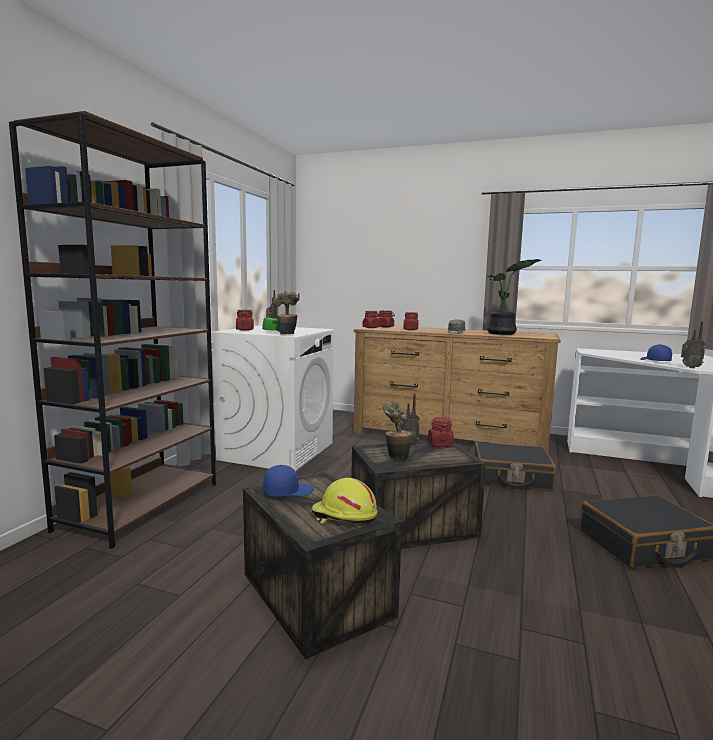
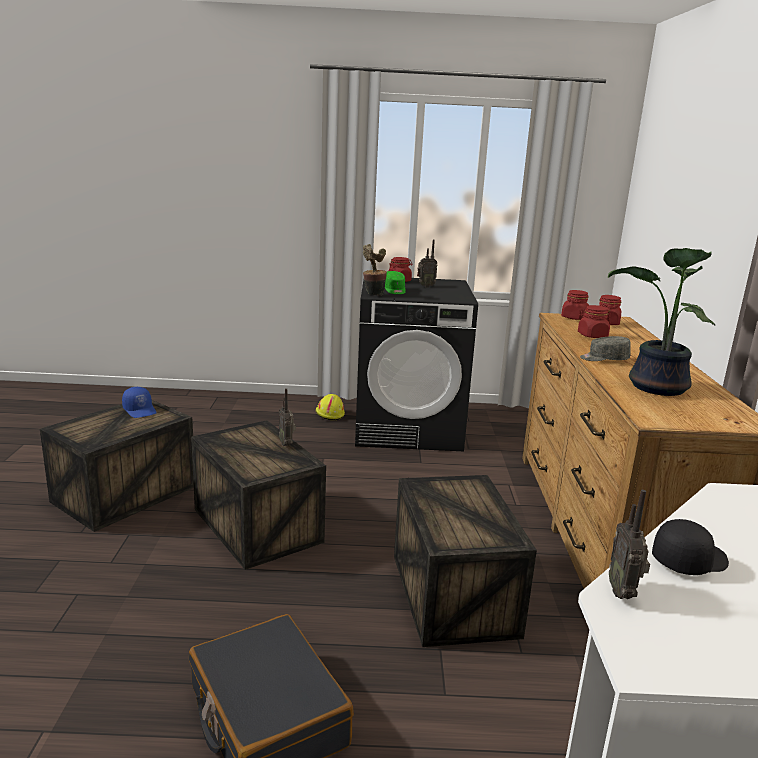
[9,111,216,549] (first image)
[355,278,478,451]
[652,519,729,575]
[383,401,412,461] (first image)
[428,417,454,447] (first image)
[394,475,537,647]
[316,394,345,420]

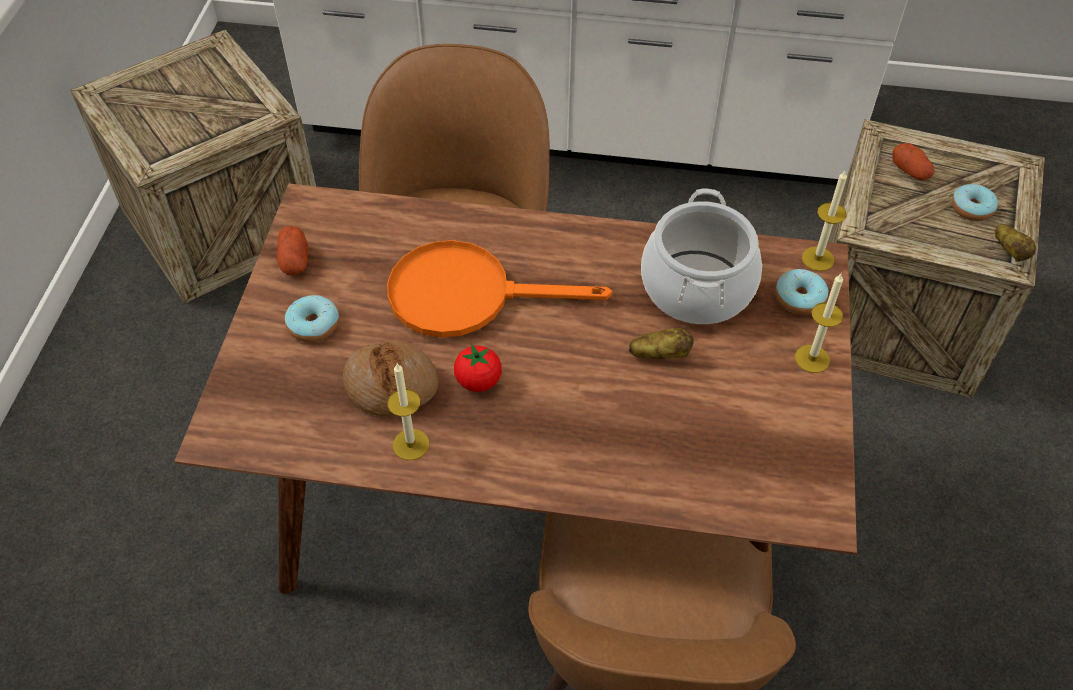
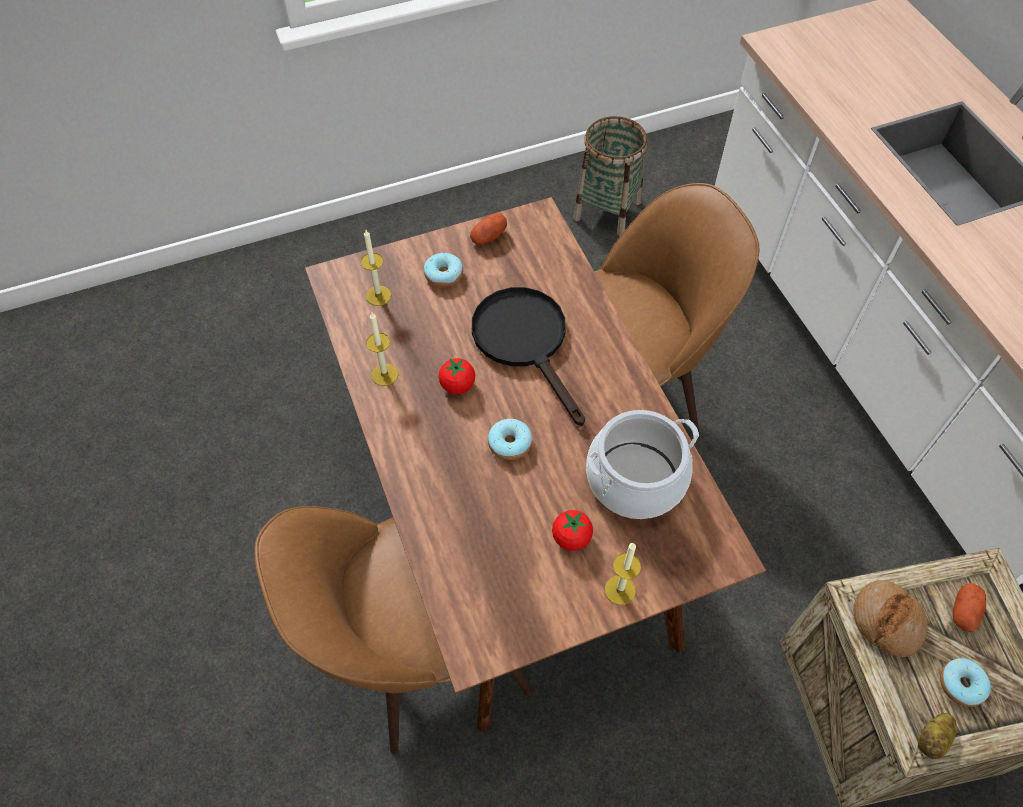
[573,116,648,236]
[361,230,391,306]
[472,287,585,426]
[488,419,532,460]
[629,328,694,359] (first image)
[853,580,928,657]
[552,510,593,551]

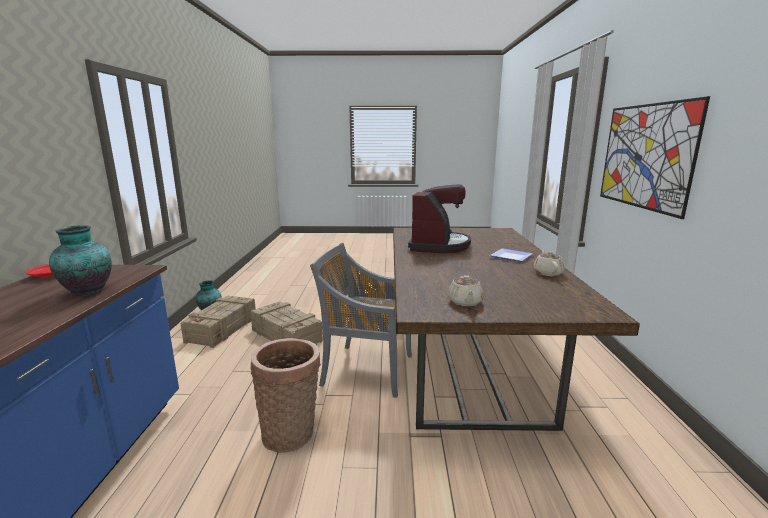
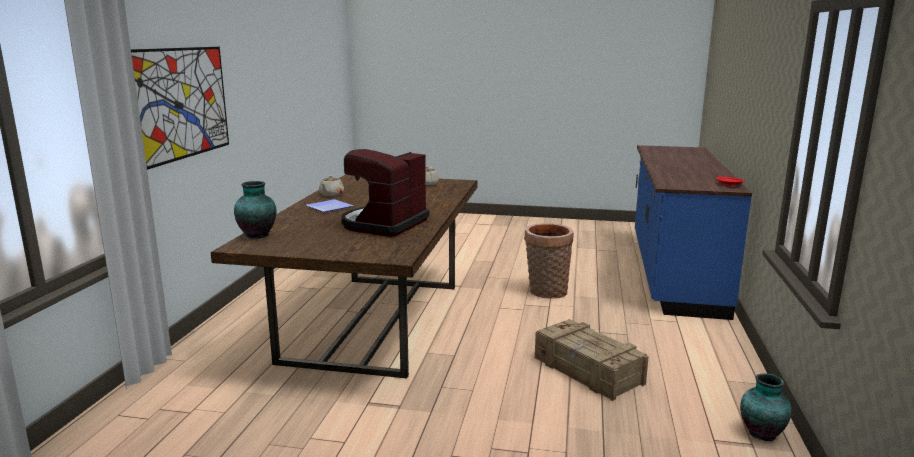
[234,181,277,239]
[310,243,412,398] (first image)
[180,296,256,348] (first image)

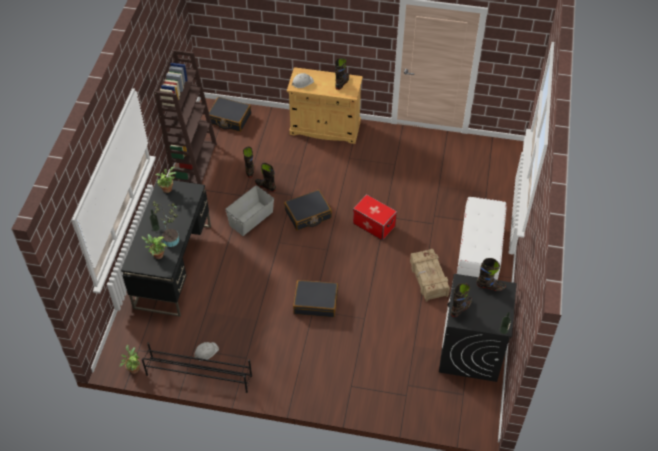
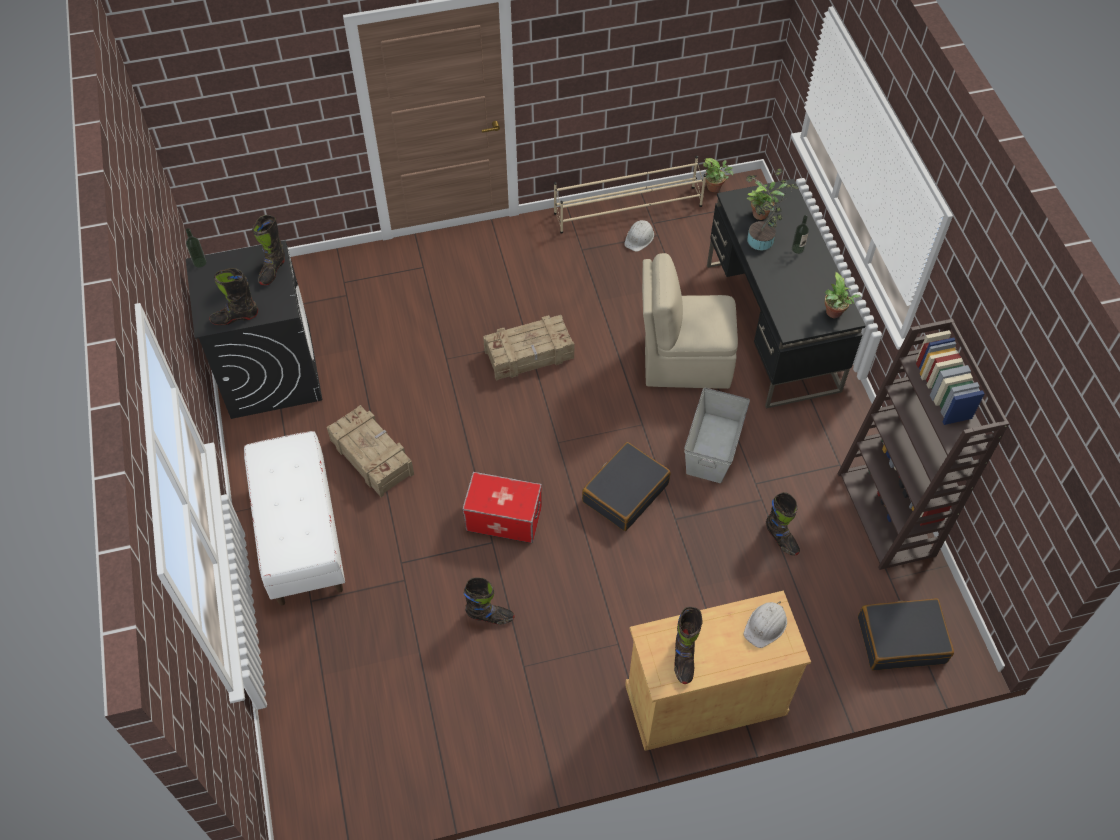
[463,578,514,625]
[483,315,574,381]
[554,156,706,234]
[642,253,738,389]

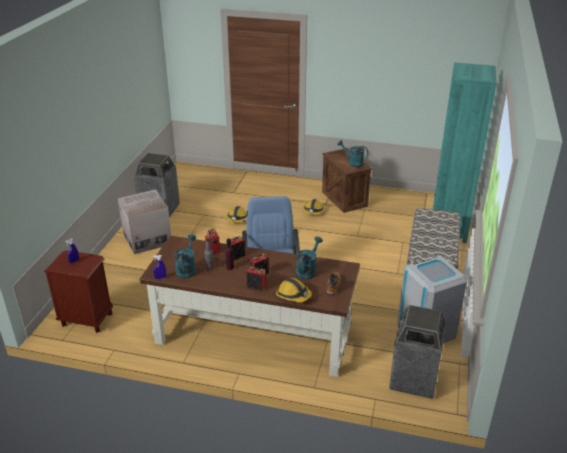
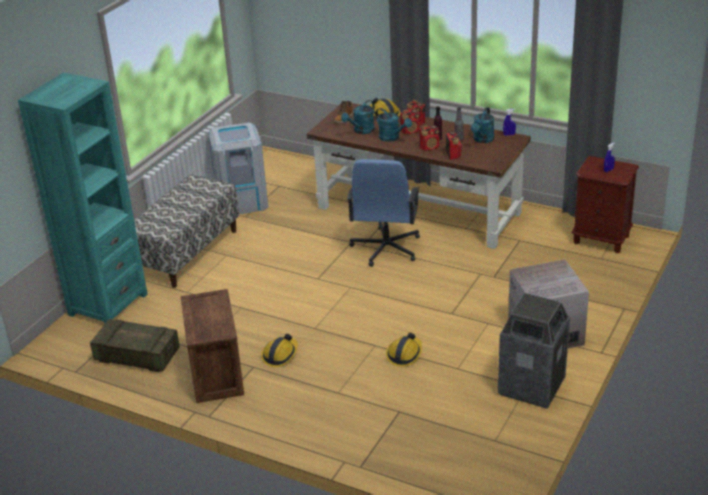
[375,108,412,142]
[389,305,446,399] (first image)
[90,319,180,372]

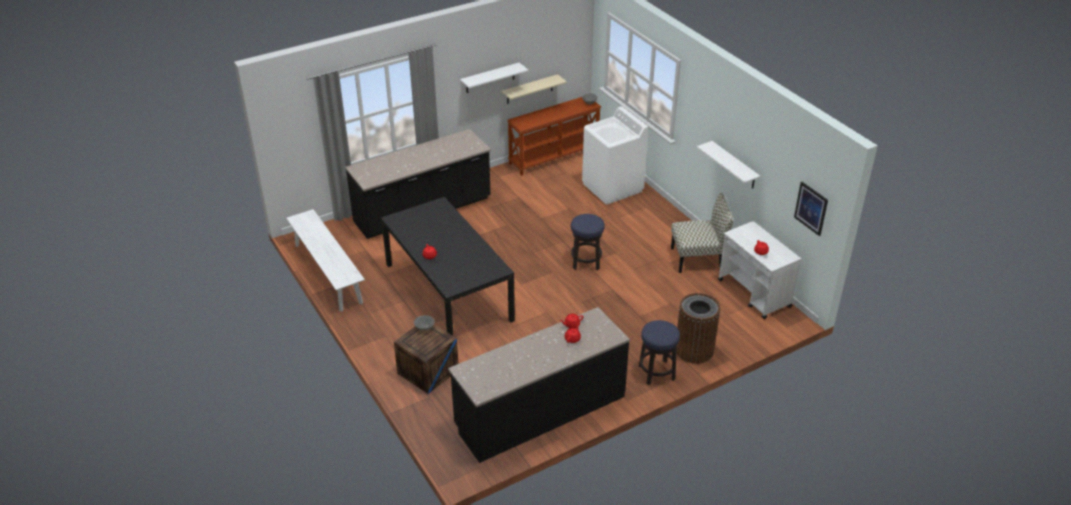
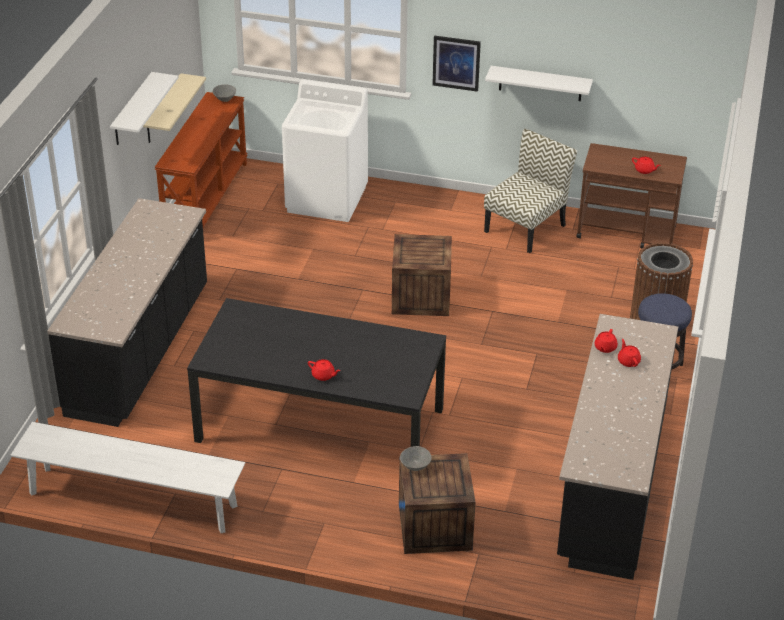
[432,35,481,92]
[392,234,452,316]
[576,143,687,248]

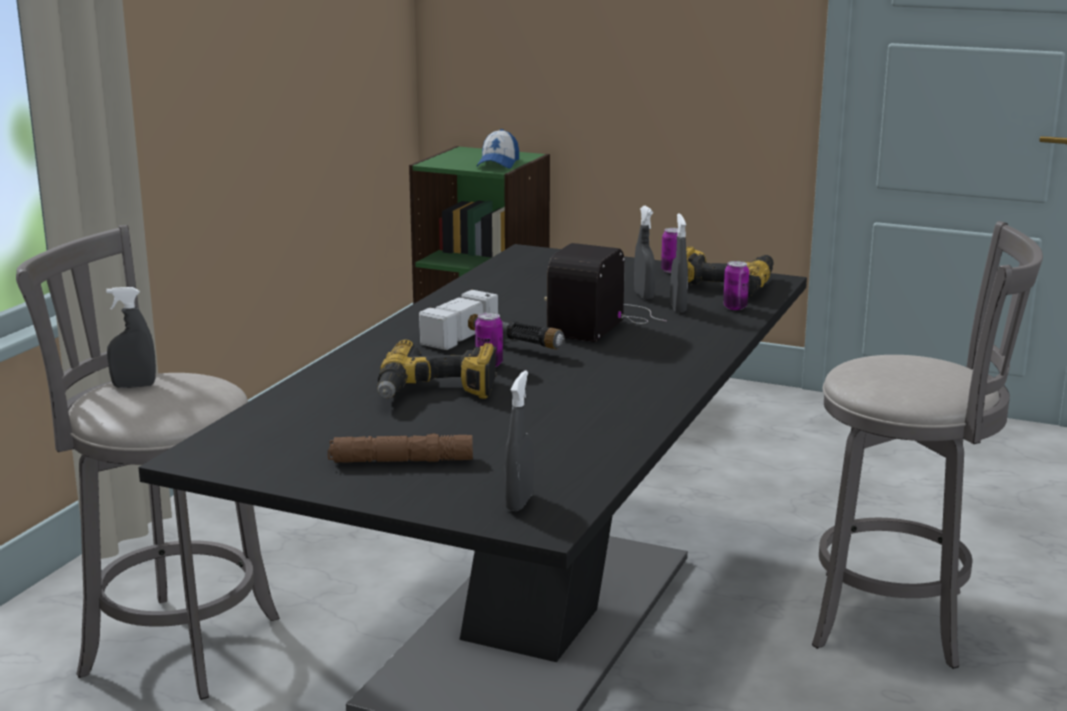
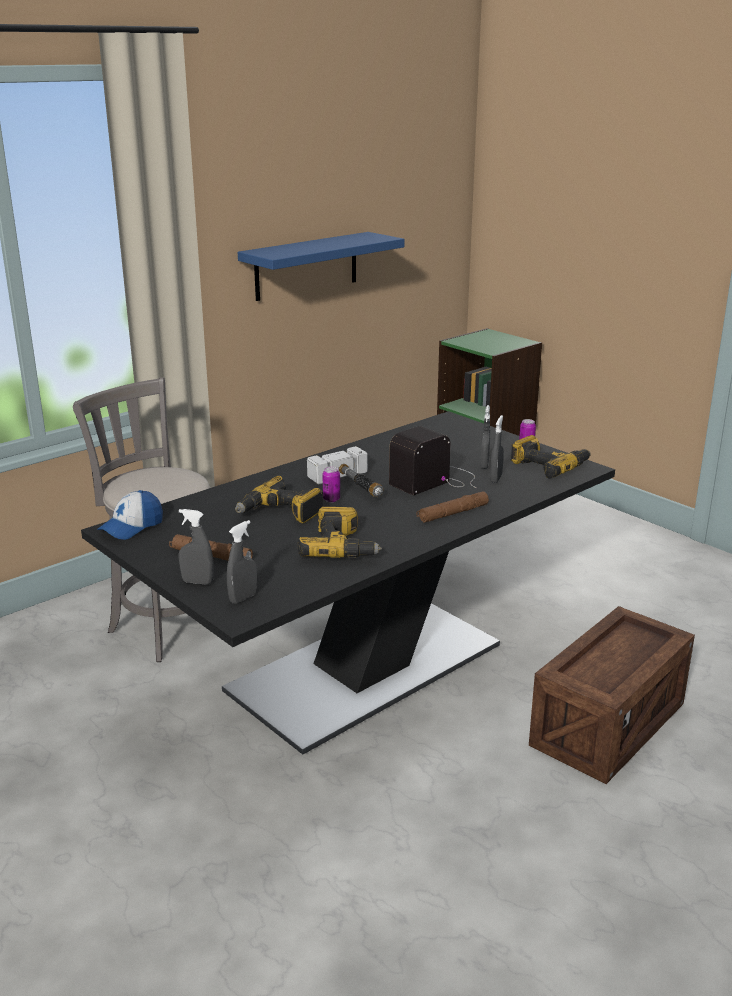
[97,490,163,540]
[529,606,695,784]
[723,261,749,310] (first image)
[179,509,214,585]
[238,232,405,301]
[416,492,489,523]
[297,507,382,558]

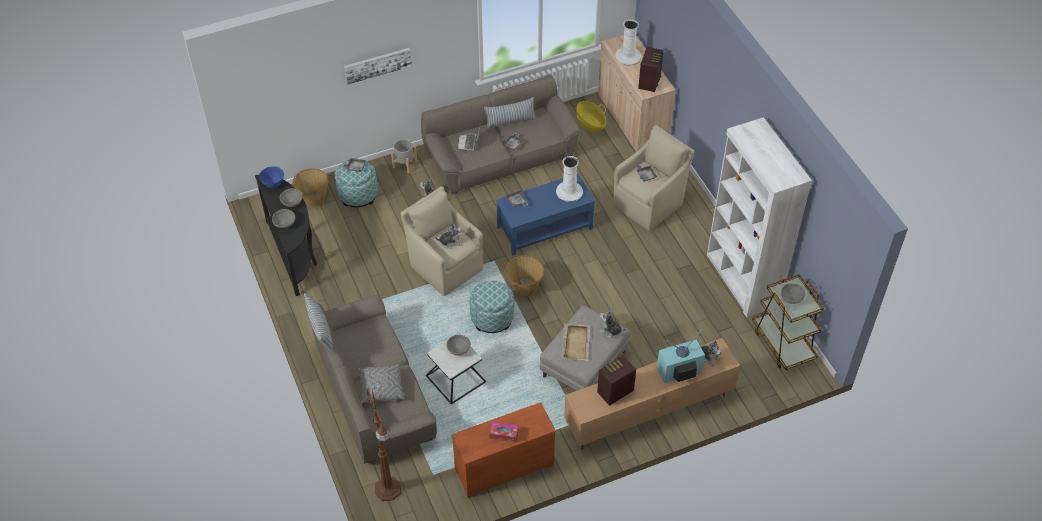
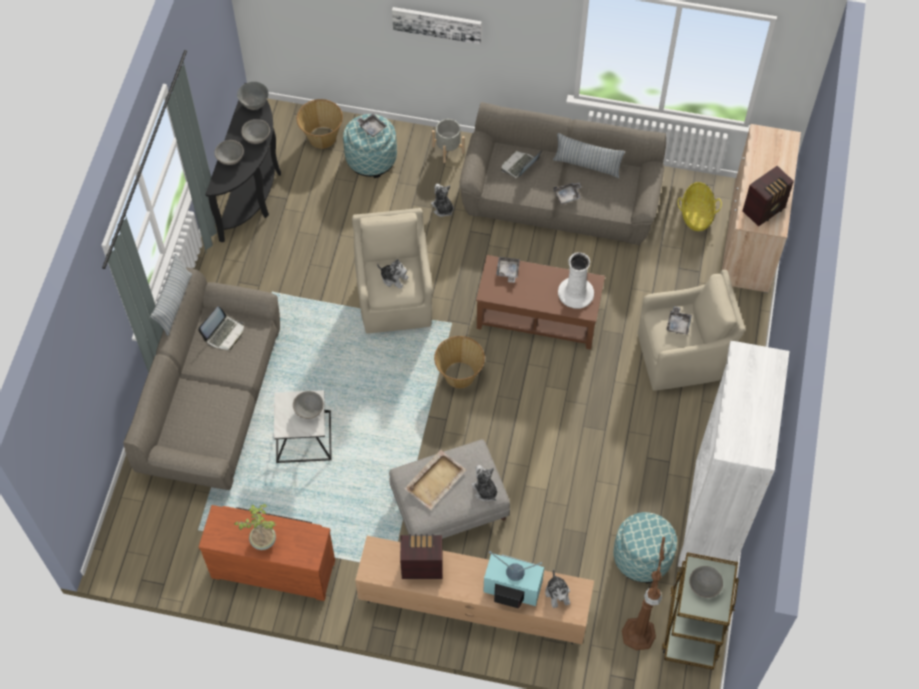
[615,19,641,65] (first image)
[237,82,269,110]
[476,255,605,350]
[613,512,677,583]
[358,363,404,404] (first image)
[622,537,665,650]
[234,504,276,550]
[198,306,244,350]

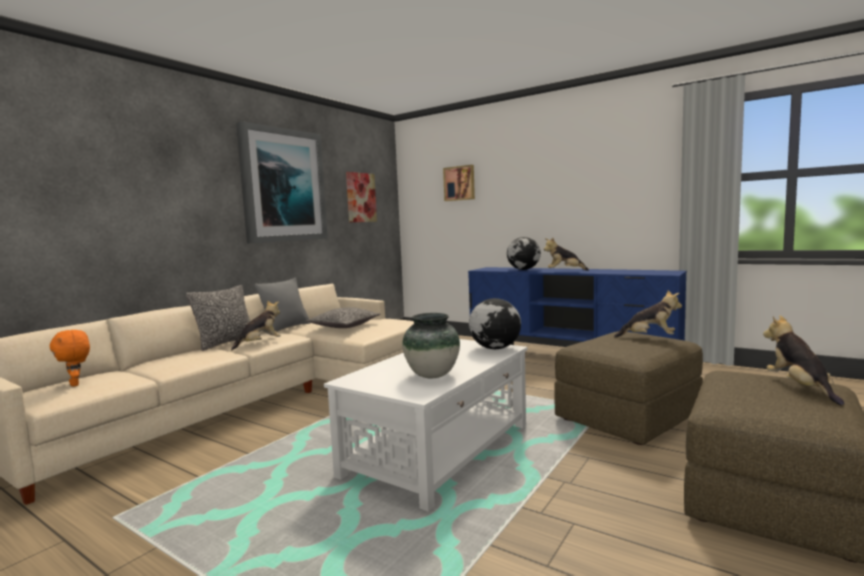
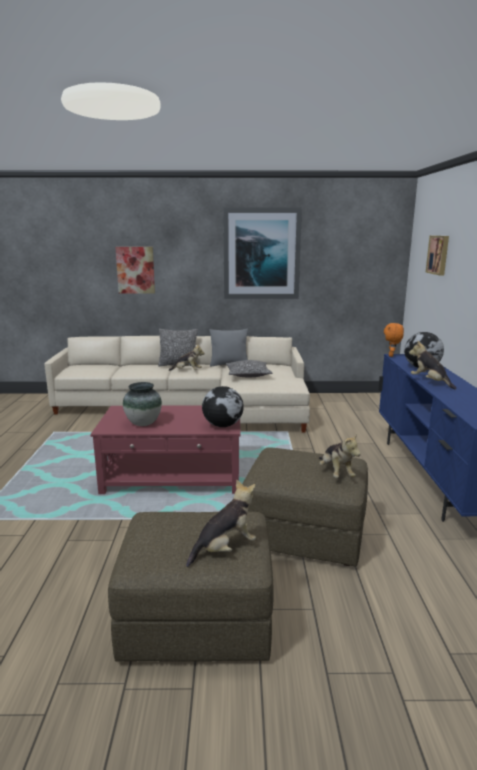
[115,247,155,294]
[384,323,404,357]
[90,406,241,494]

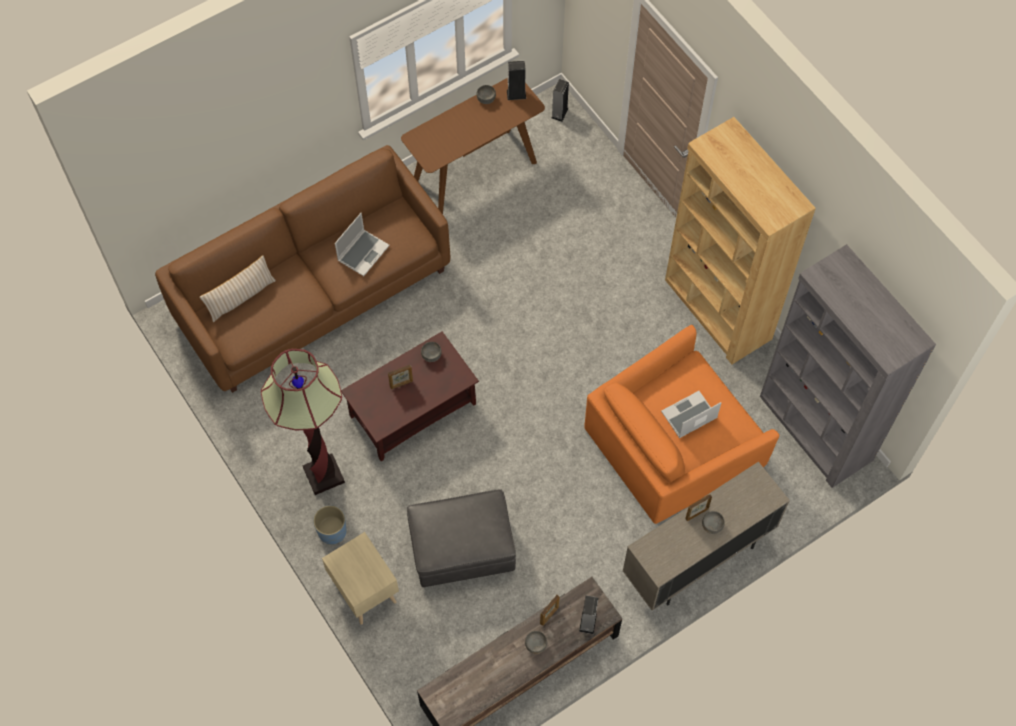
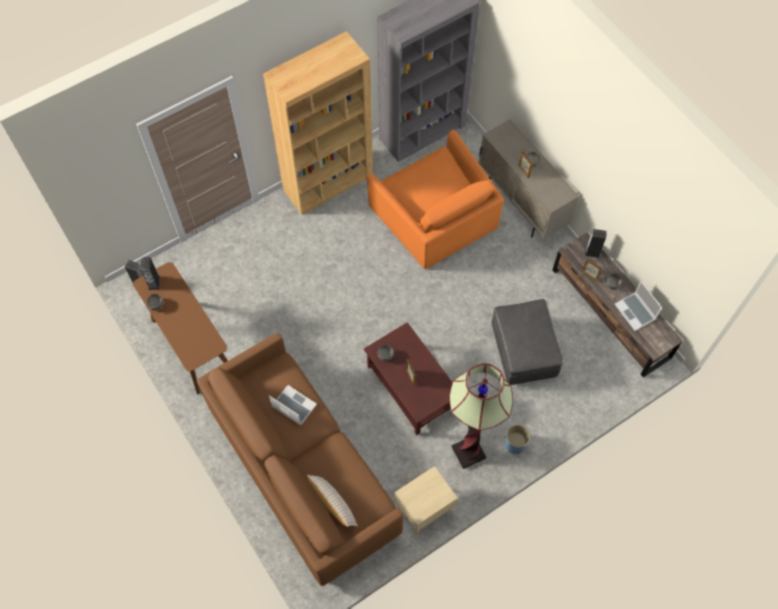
[615,281,662,331]
[395,466,457,535]

